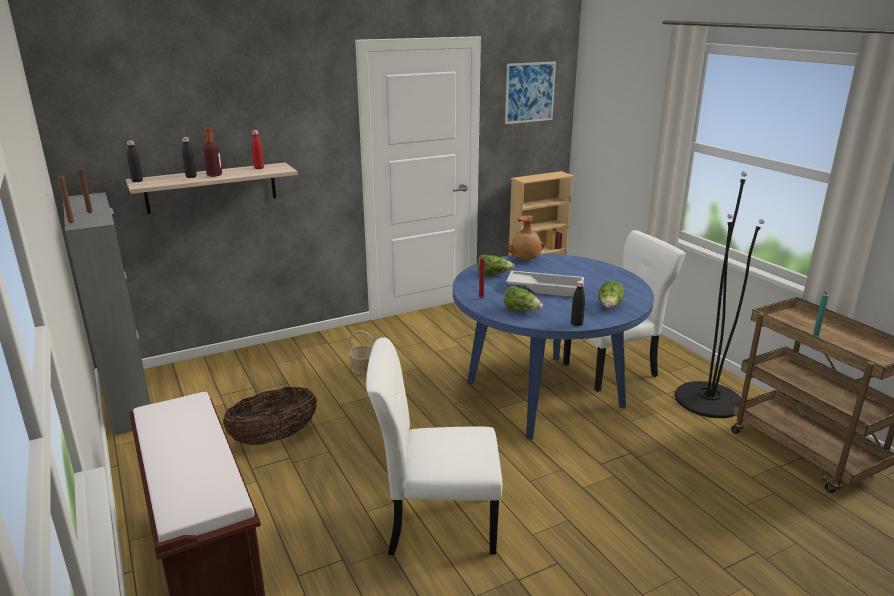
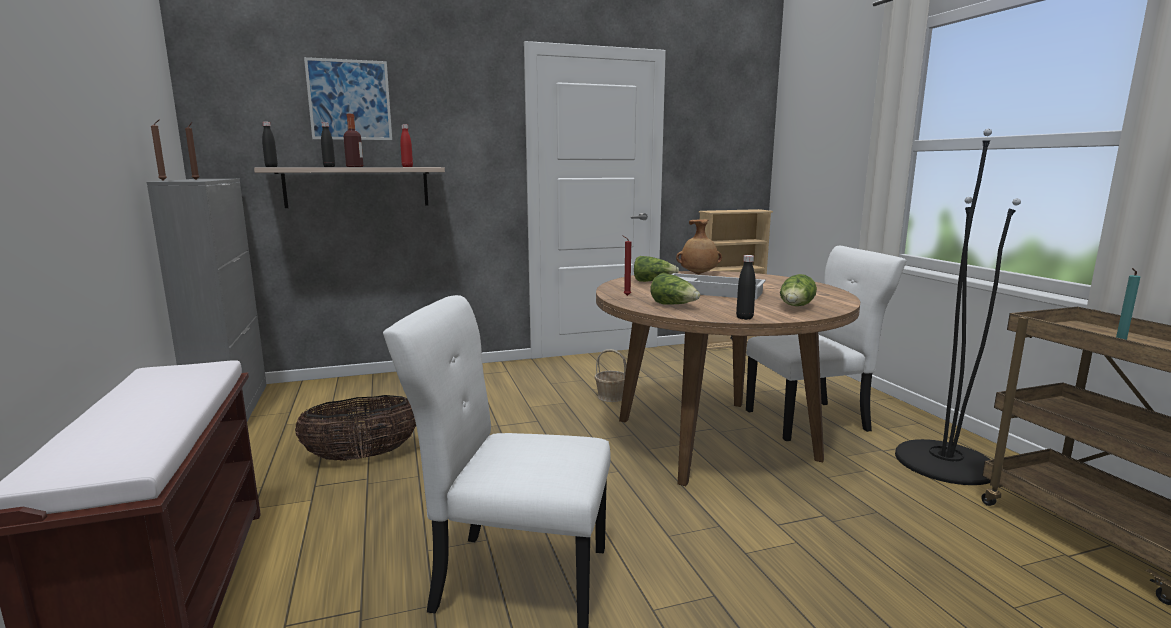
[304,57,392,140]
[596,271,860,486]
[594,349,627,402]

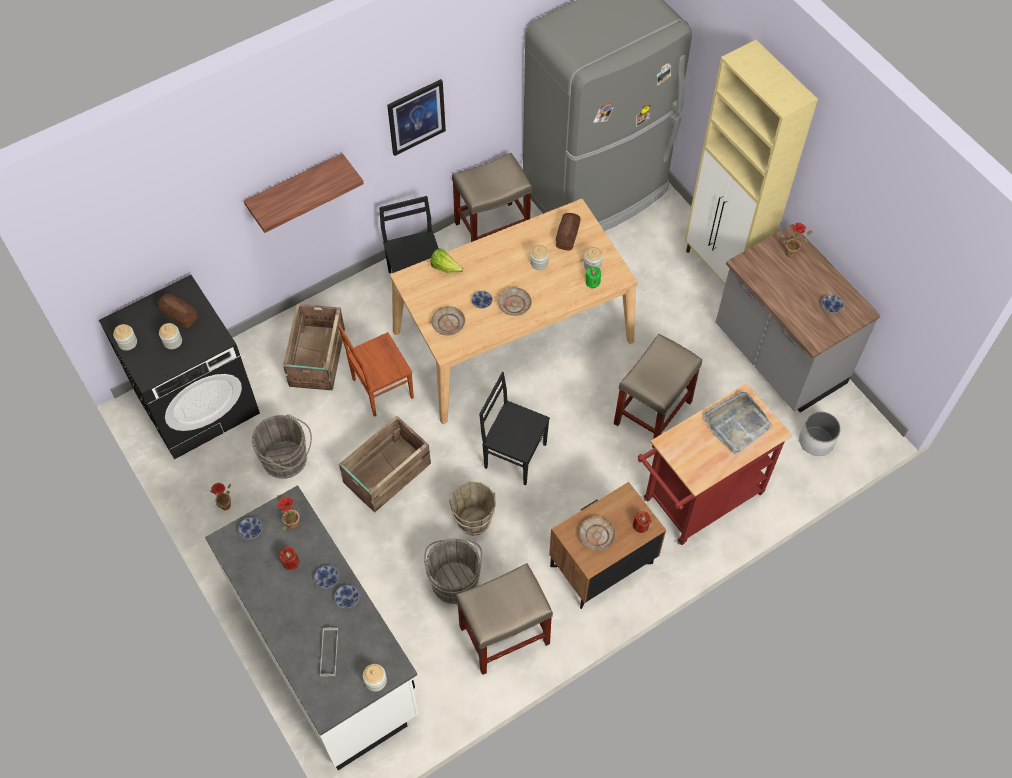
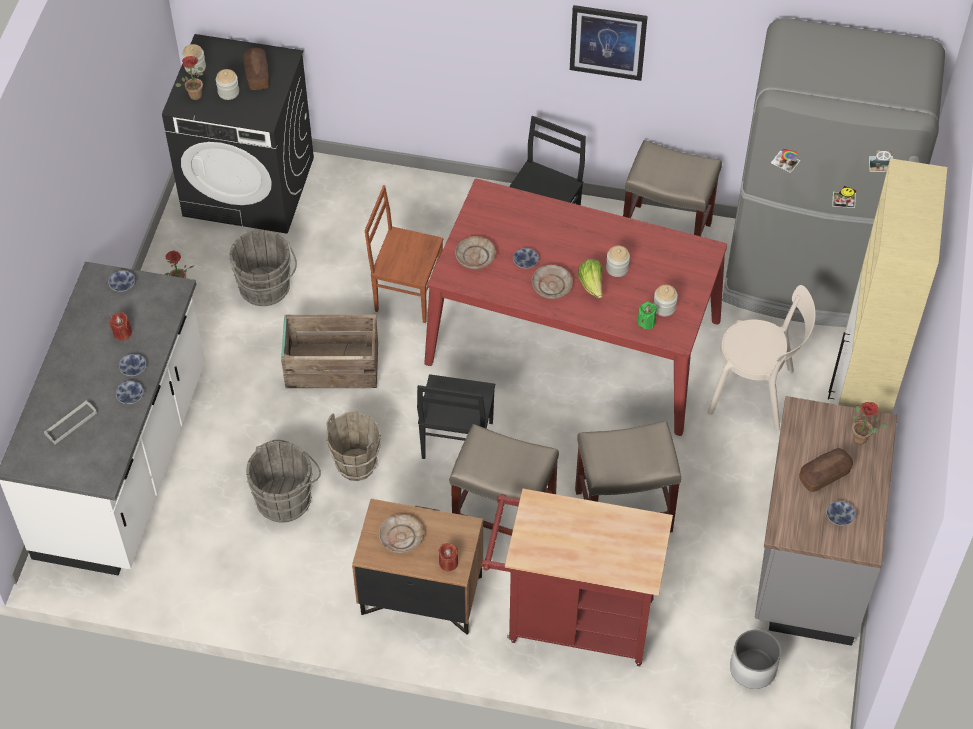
[244,153,364,233] (first image)
[424,179,727,436]
[799,448,853,492]
[578,259,603,298]
[283,304,345,391] (first image)
[417,374,495,459]
[704,392,773,455] (first image)
[175,56,203,100]
[450,424,559,536]
[363,664,387,691] (first image)
[707,285,816,431]

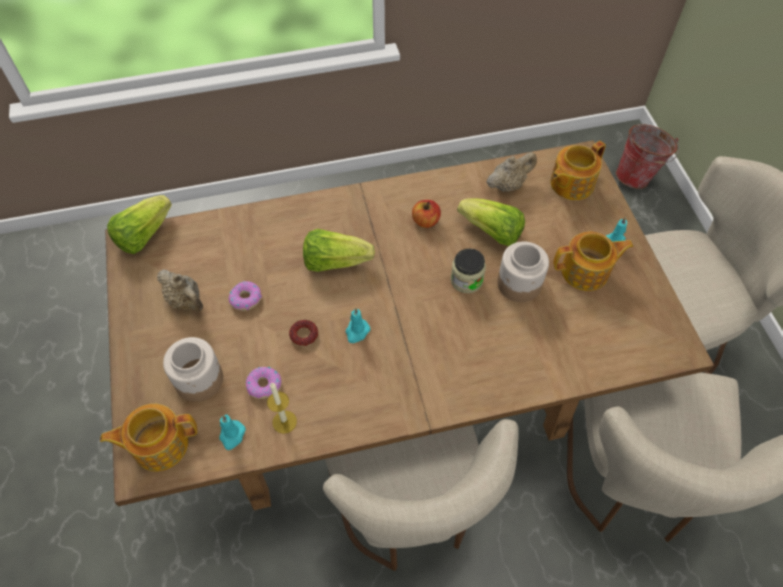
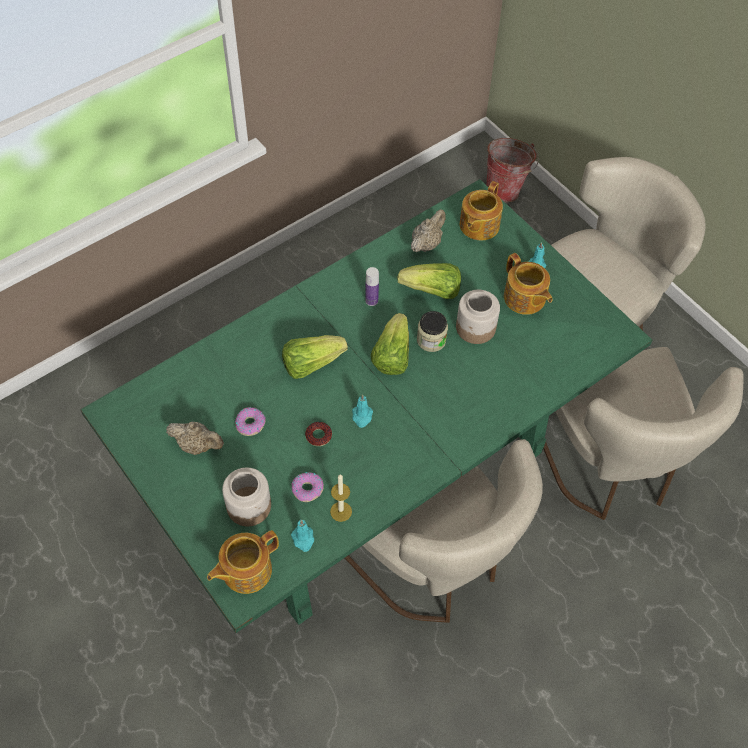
[80,179,652,633]
[371,313,409,375]
[365,267,379,306]
[504,253,552,315]

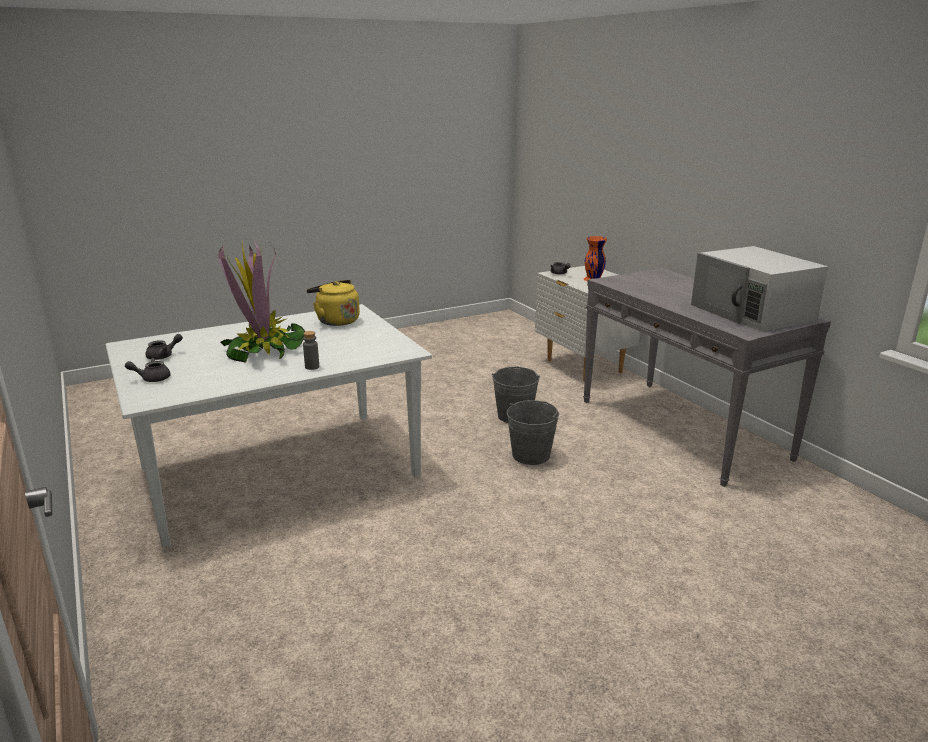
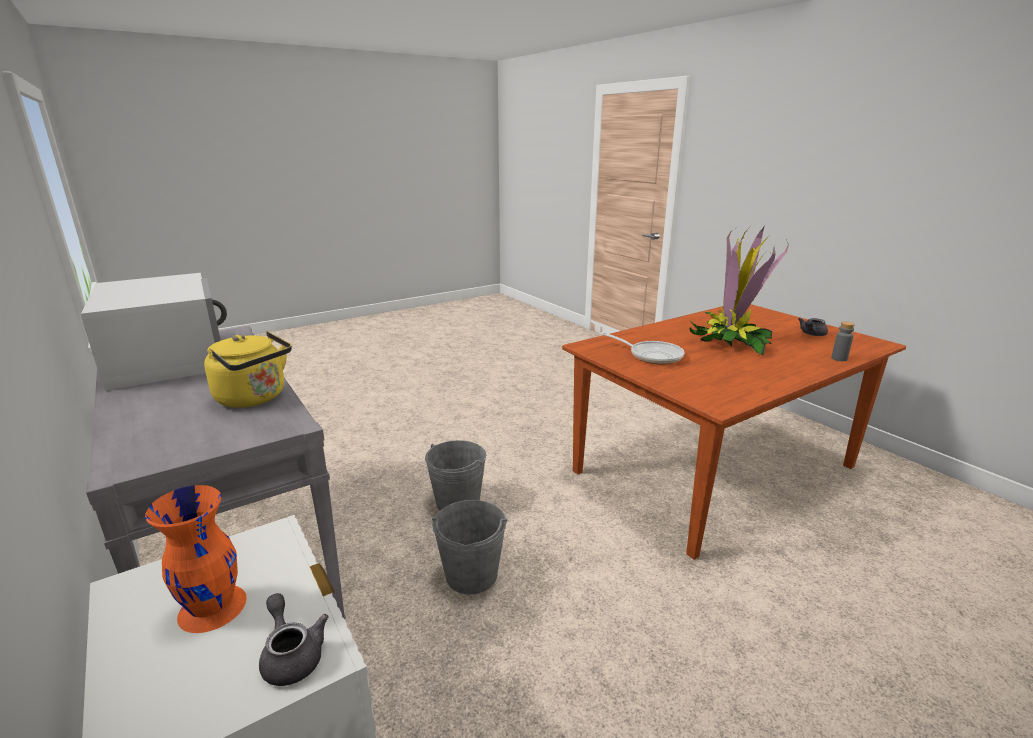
[204,331,292,408]
[562,304,906,560]
[831,322,855,361]
[125,358,171,382] (first image)
[600,332,685,364]

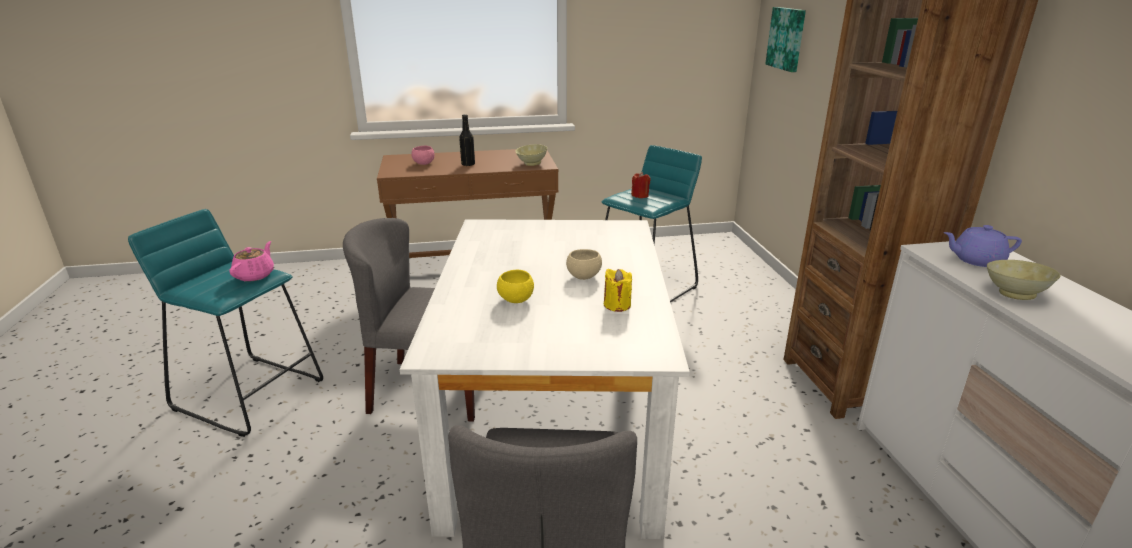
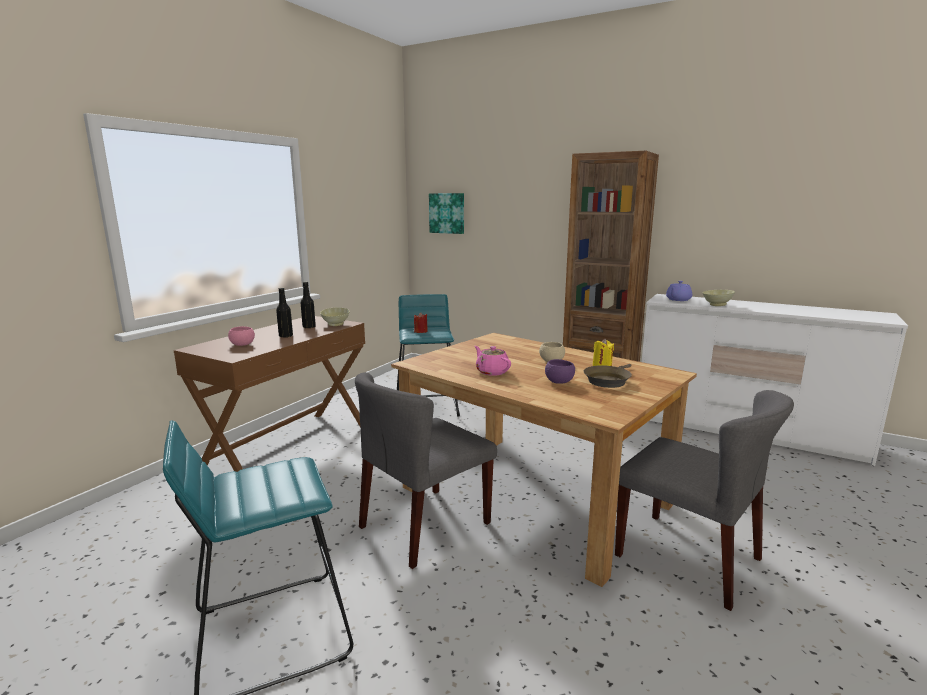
[391,333,697,587]
[475,346,511,376]
[545,359,575,384]
[301,282,316,329]
[584,364,632,388]

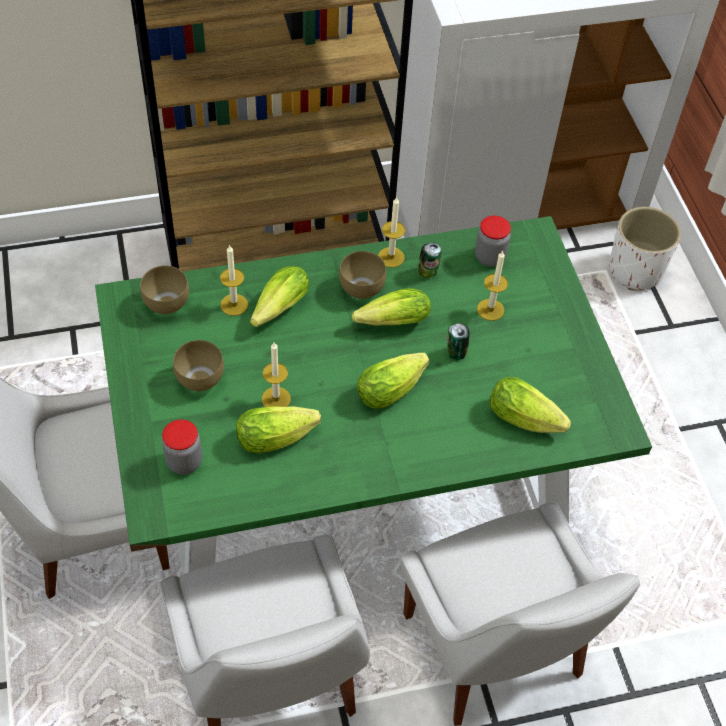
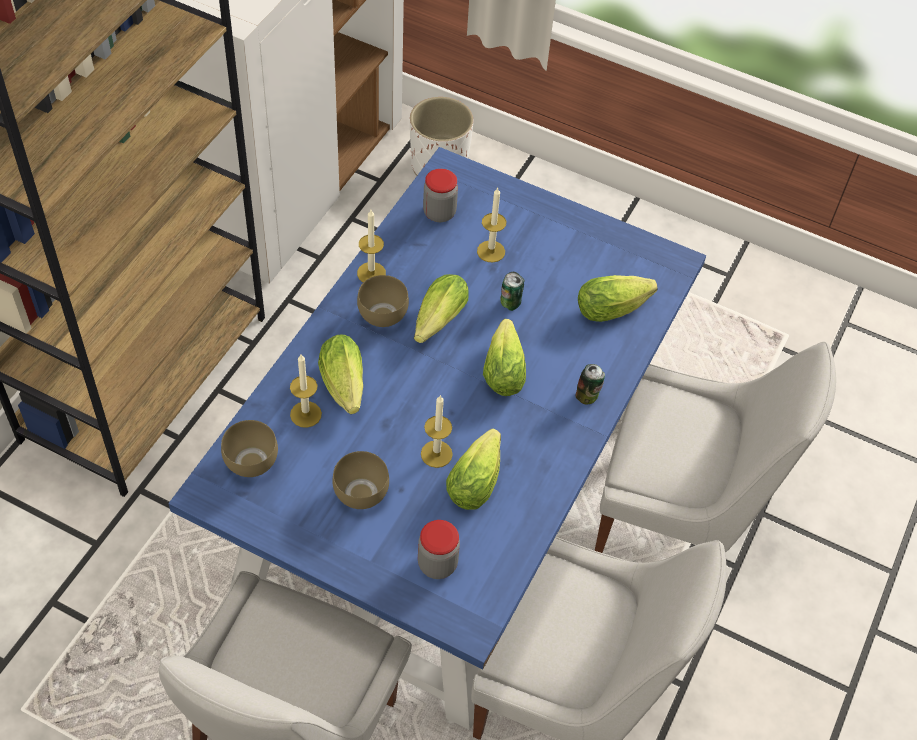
[168,147,706,730]
[575,364,605,405]

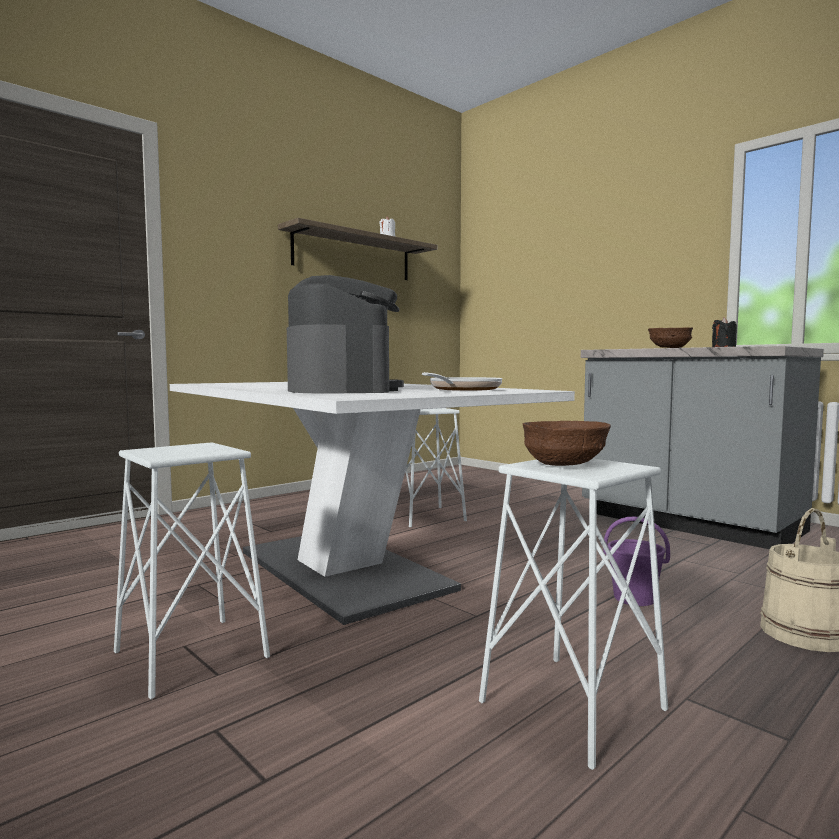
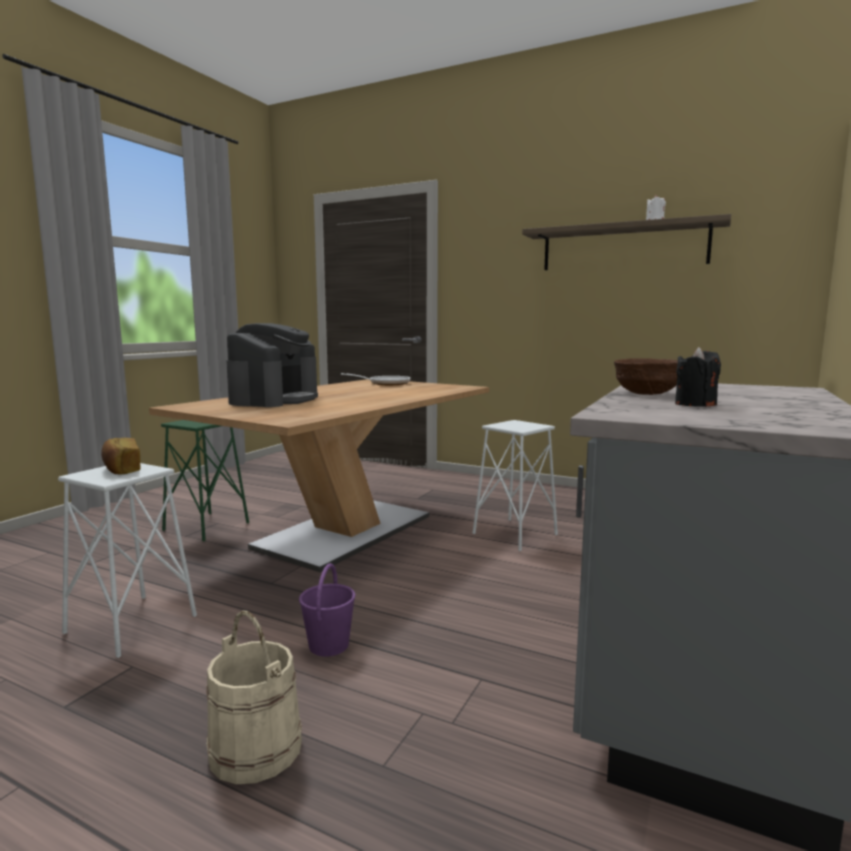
[226,323,318,407]
[341,373,410,385]
[149,379,489,572]
[101,438,141,475]
[161,420,249,541]

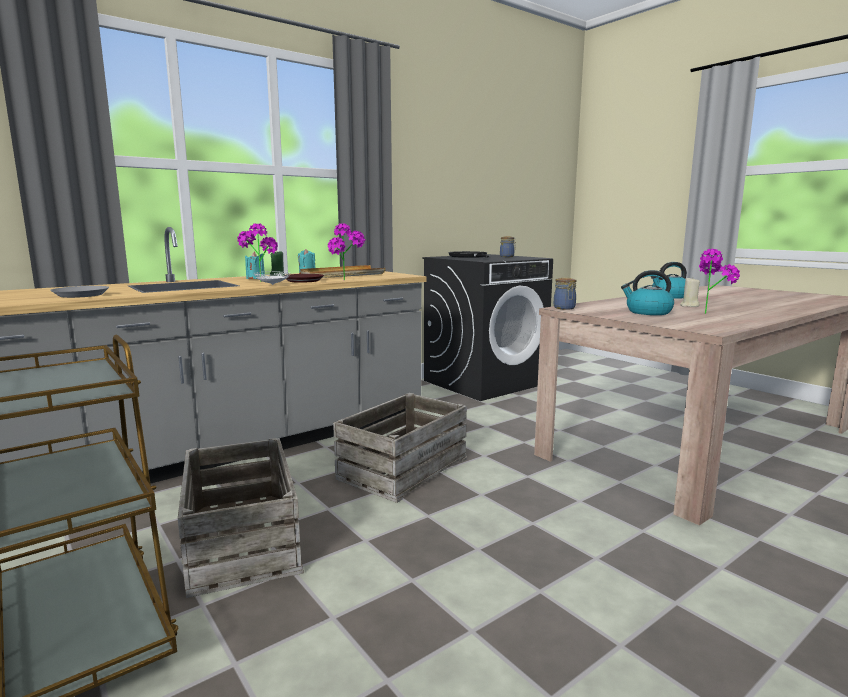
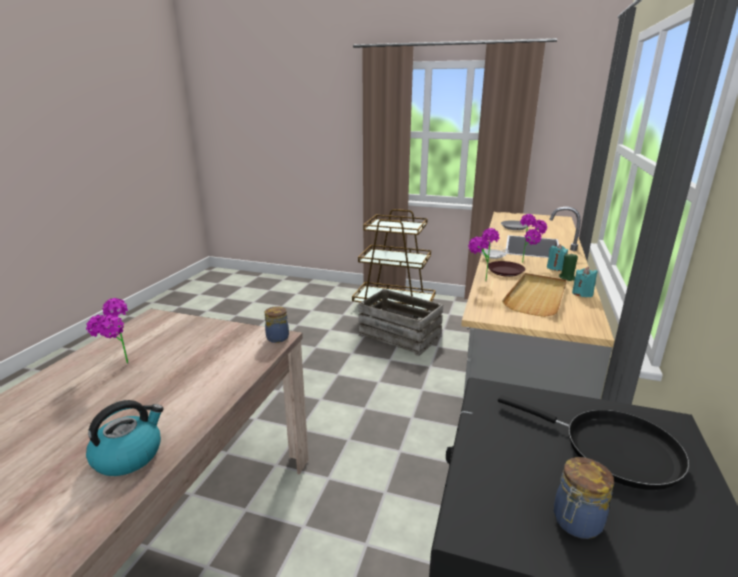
[621,270,674,315] (first image)
[680,278,700,307] (first image)
[333,393,467,503] (first image)

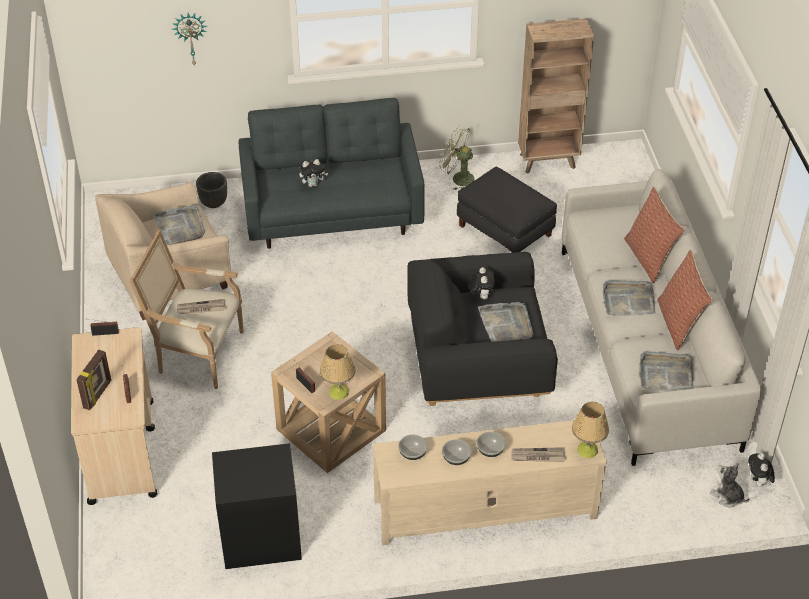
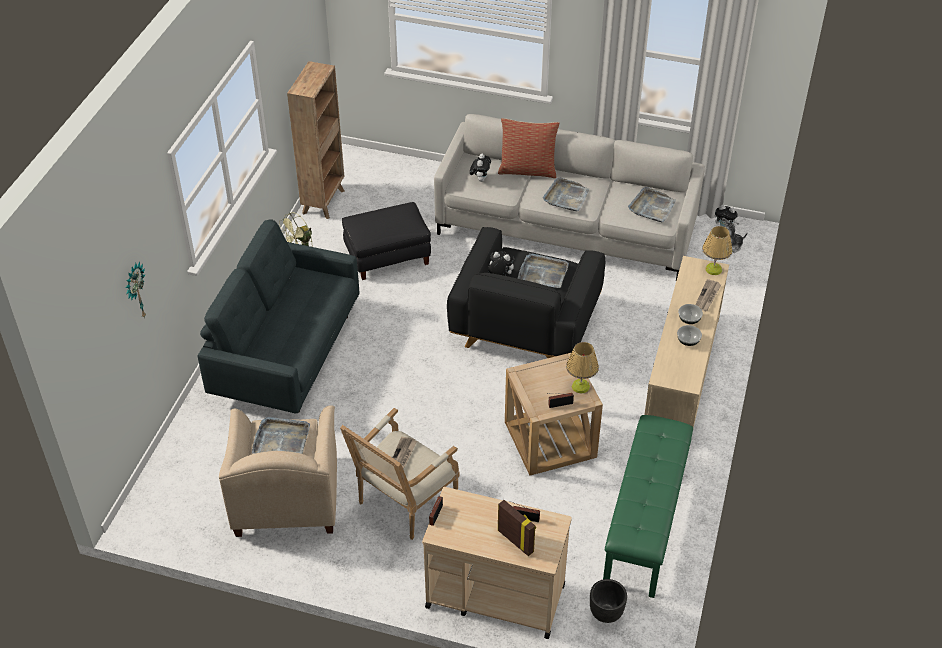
[470,154,491,182]
[590,579,627,623]
[657,250,712,350] (first image)
[398,435,427,460] (first image)
[603,415,693,598]

